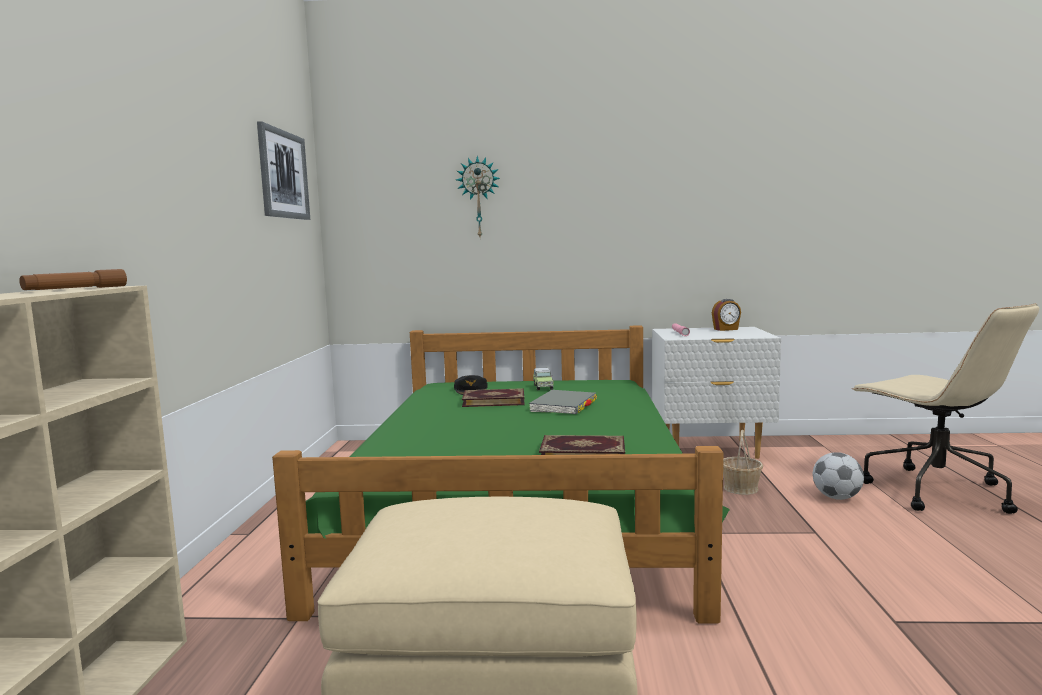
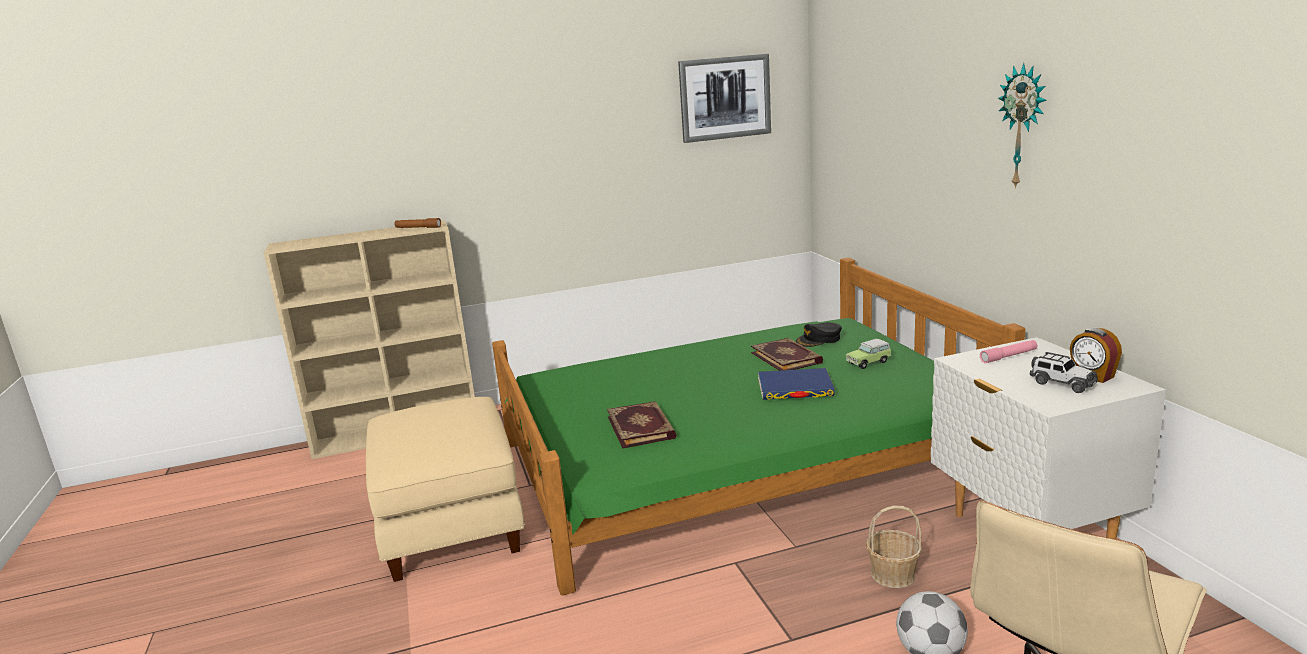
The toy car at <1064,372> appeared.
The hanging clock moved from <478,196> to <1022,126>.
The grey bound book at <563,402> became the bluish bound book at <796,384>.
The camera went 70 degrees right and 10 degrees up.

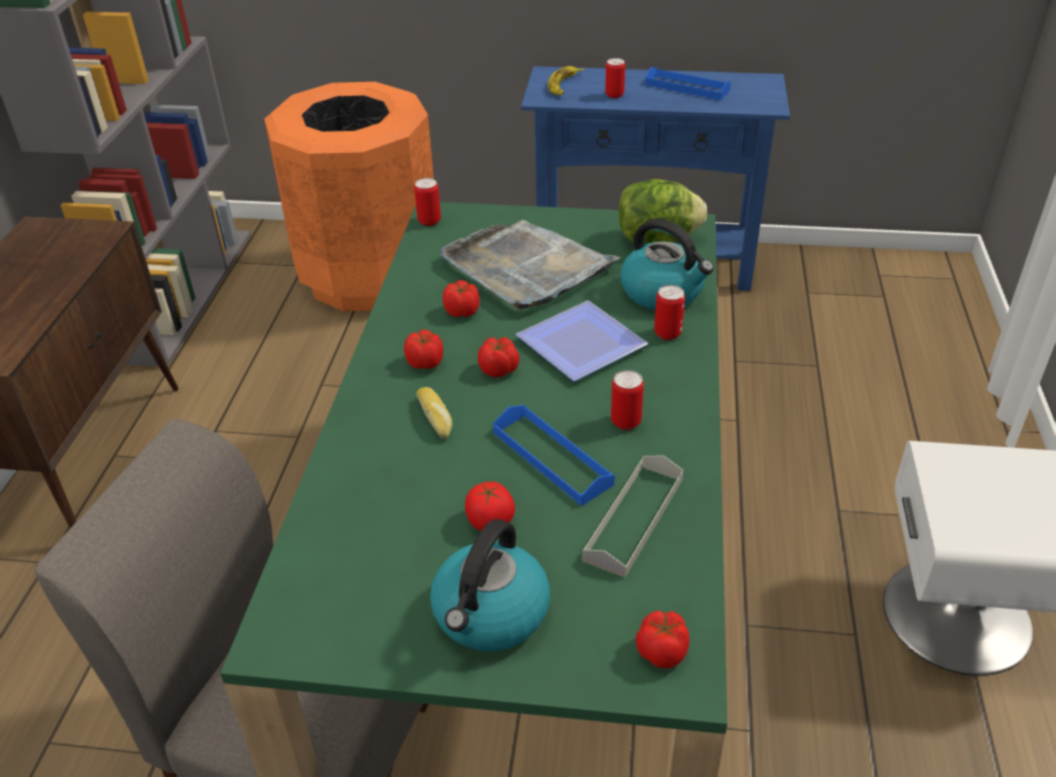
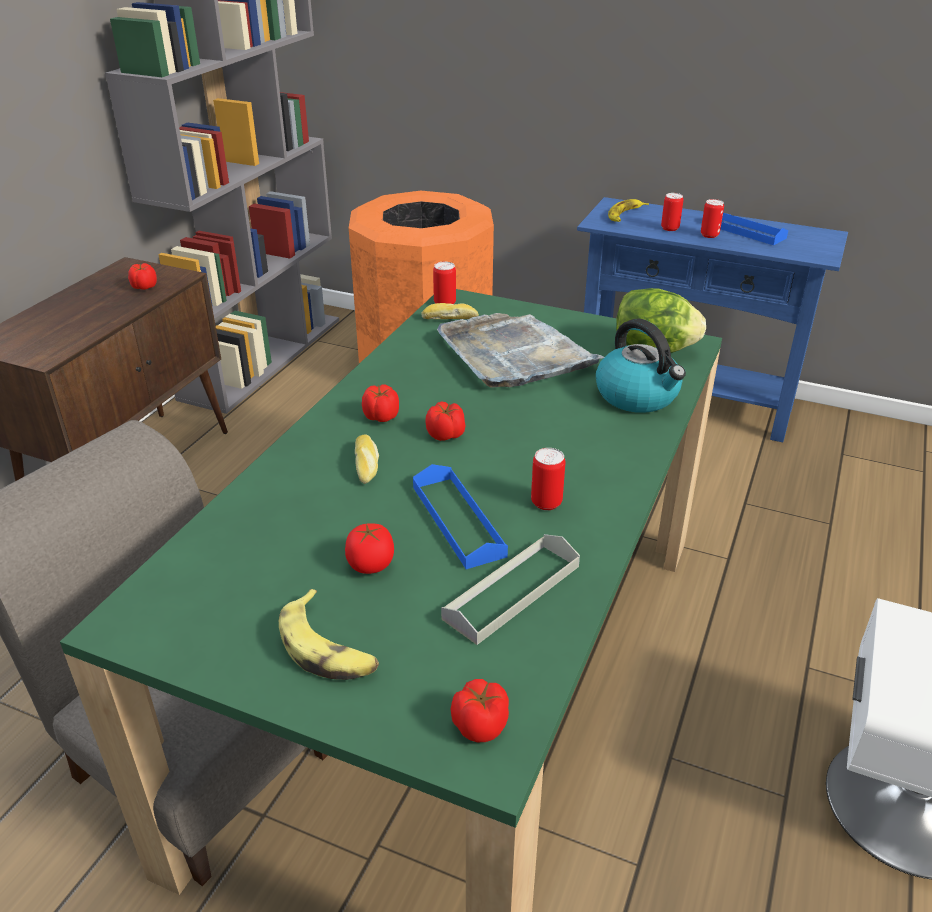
The dinner plate at <582,341> disappeared.
The bread at <450,311> appeared.
The whole tomato moved from <461,298> to <142,276>.
The metal can moved from <669,312> to <712,218>.
The tea kettle at <490,585> was replaced by the banana fruit at <329,634>.
The camera went 15 degrees right and 5 degrees down.

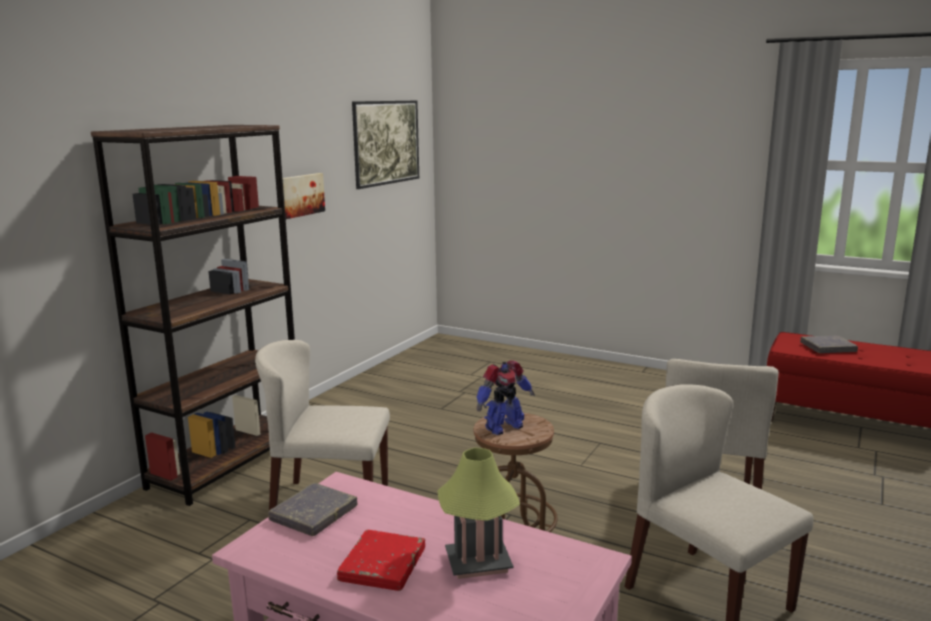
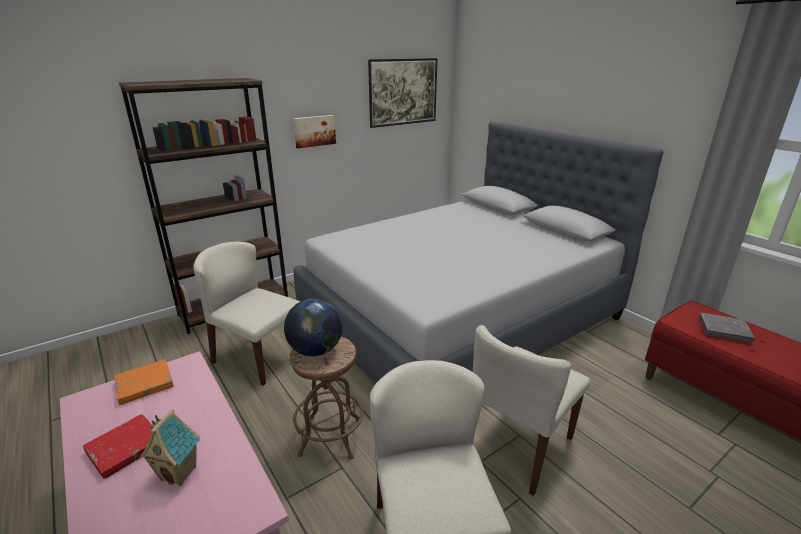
The grey bed at <479,252> appeared.
The table lamp at <479,513> was replaced by the toy house at <170,447>.
The toy robot at <505,397> was replaced by the desk globe at <313,327>.
The grey bound book at <312,509> became the orange bound book at <144,382>.
The camera went 25 degrees right and 10 degrees up.

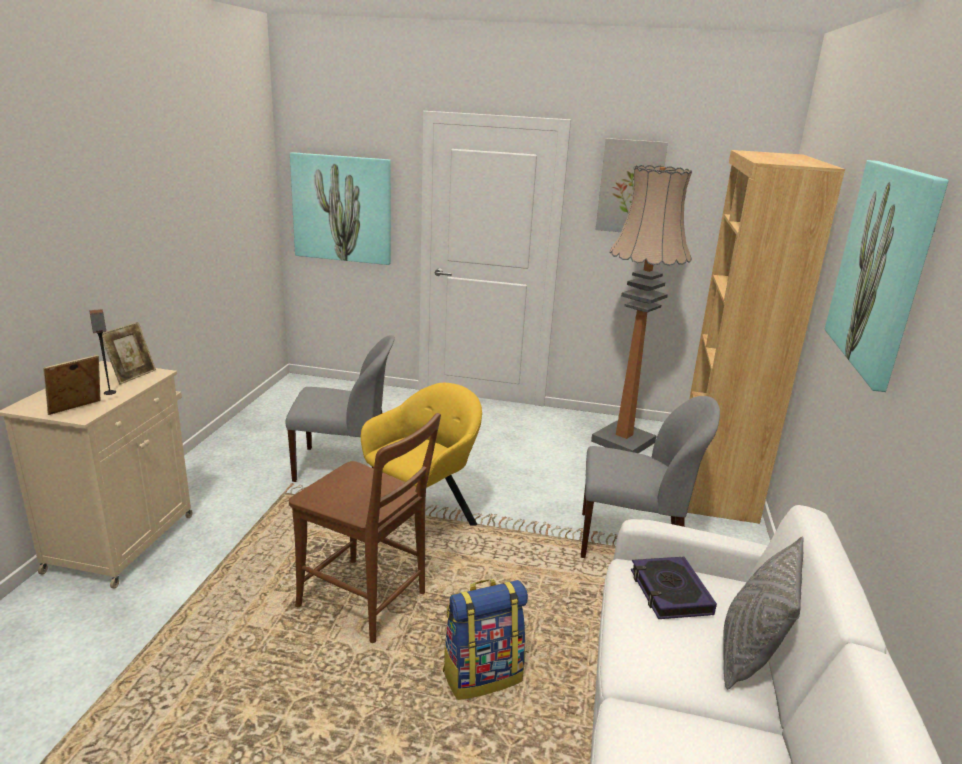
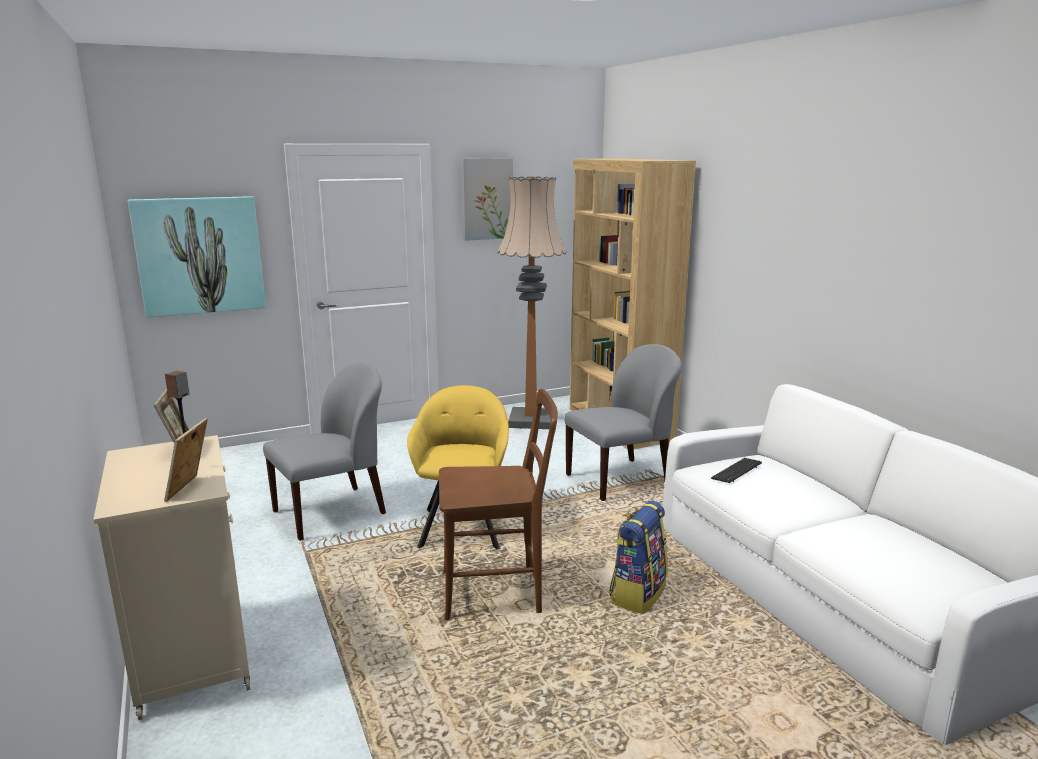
The grey pillow at <763,613> disappeared.
The wall picture at <887,276> disappeared.
The bound book at <674,588> was replaced by the keyboard at <736,470>.
The camera went 35 degrees left and 5 degrees down.

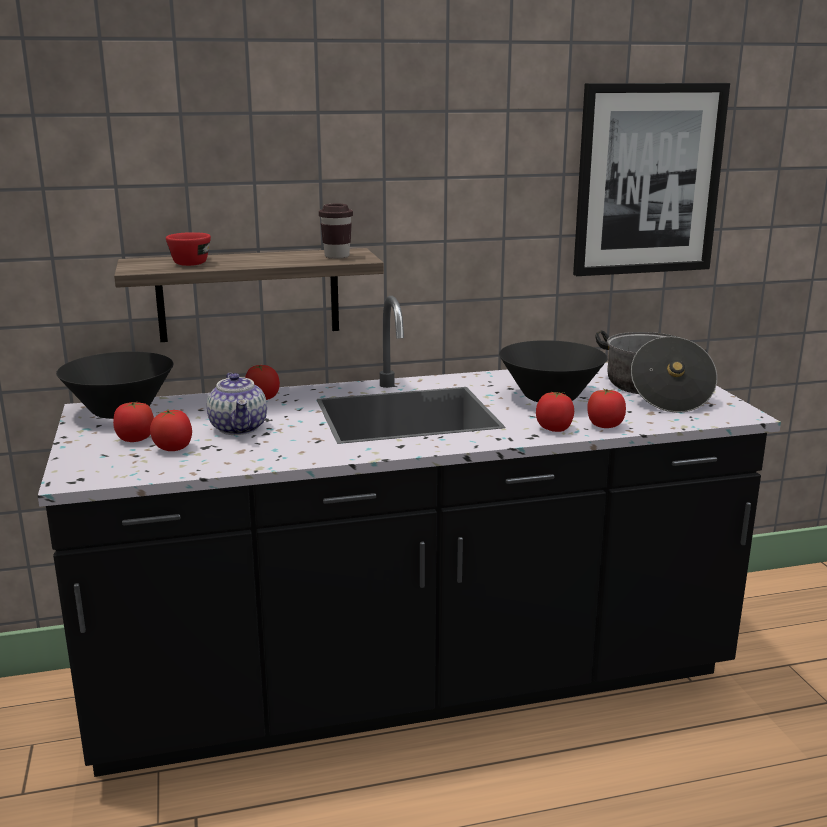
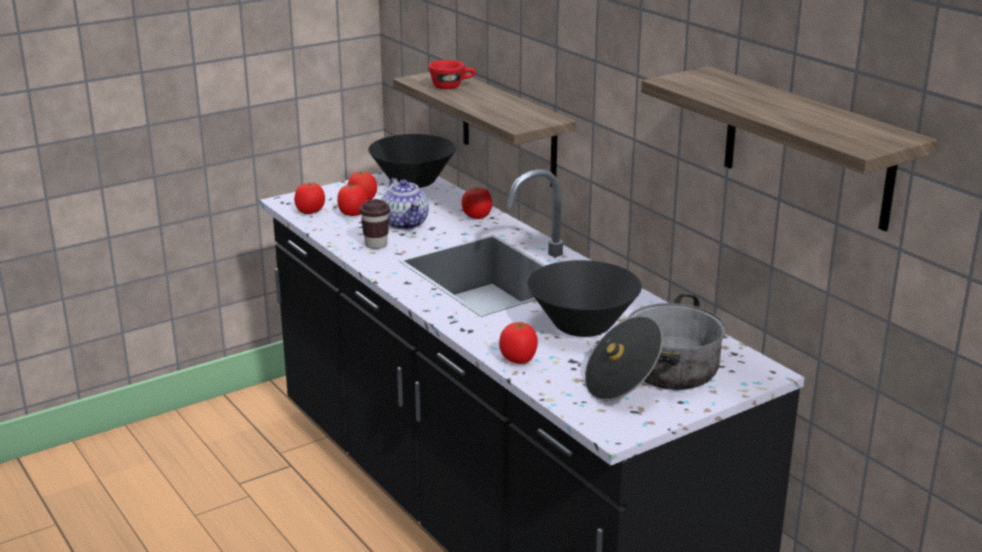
The brown-coloured drinking cup moved from <336,231> to <374,224>.
The whole tomato moved from <555,412> to <309,198>.
The wall picture at <651,179> was replaced by the shelf at <789,149>.
The pot for tea at <237,404> turned 75 degrees counterclockwise.
The camera went 70 degrees right and 5 degrees up.

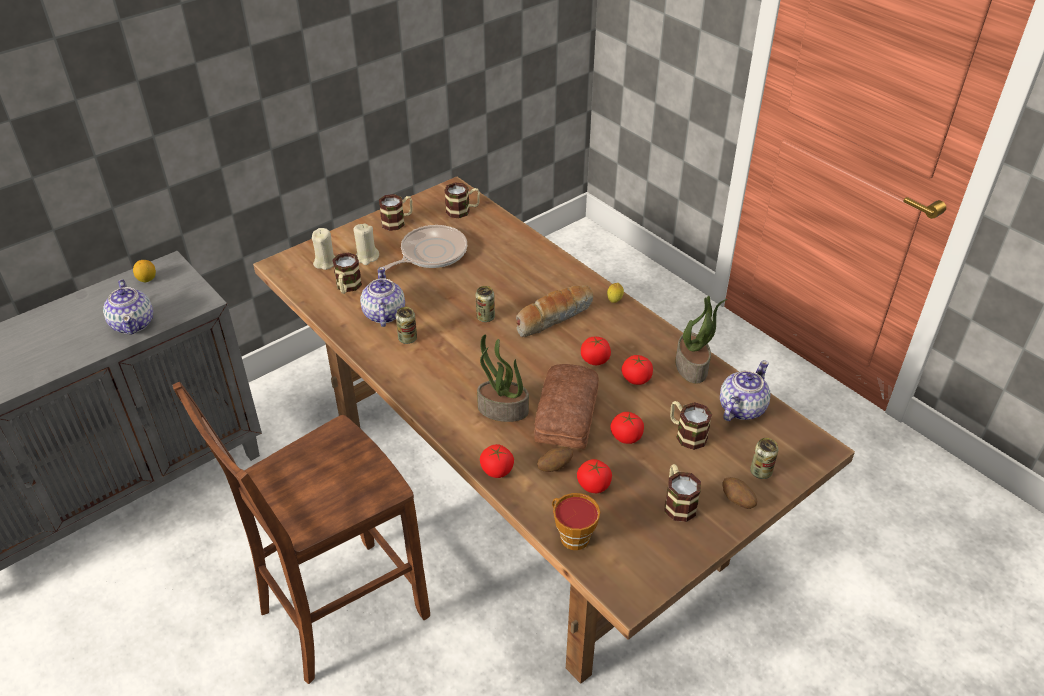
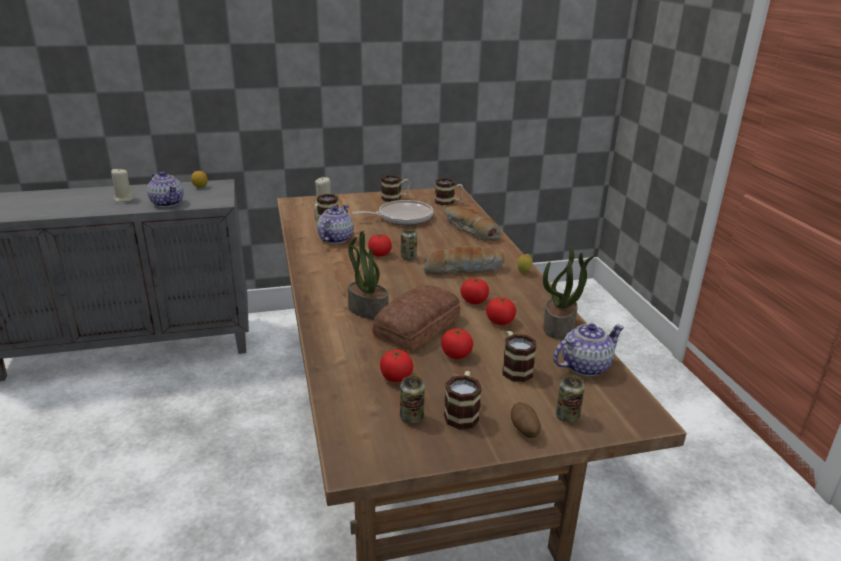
The brown-coloured chair at <301,533> disappeared.
The potato at <555,459> disappeared.
The drinking cup at <576,521> disappeared.
The bread at <473,223> appeared.
The sand-coloured candle moved from <366,244> to <123,185>.
The metal can moved from <406,325> to <412,399>.
The whole tomato moved from <497,461> to <380,245>.
The pot for tea at <128,307> turned 45 degrees counterclockwise.
The camera went 25 degrees right and 15 degrees down.

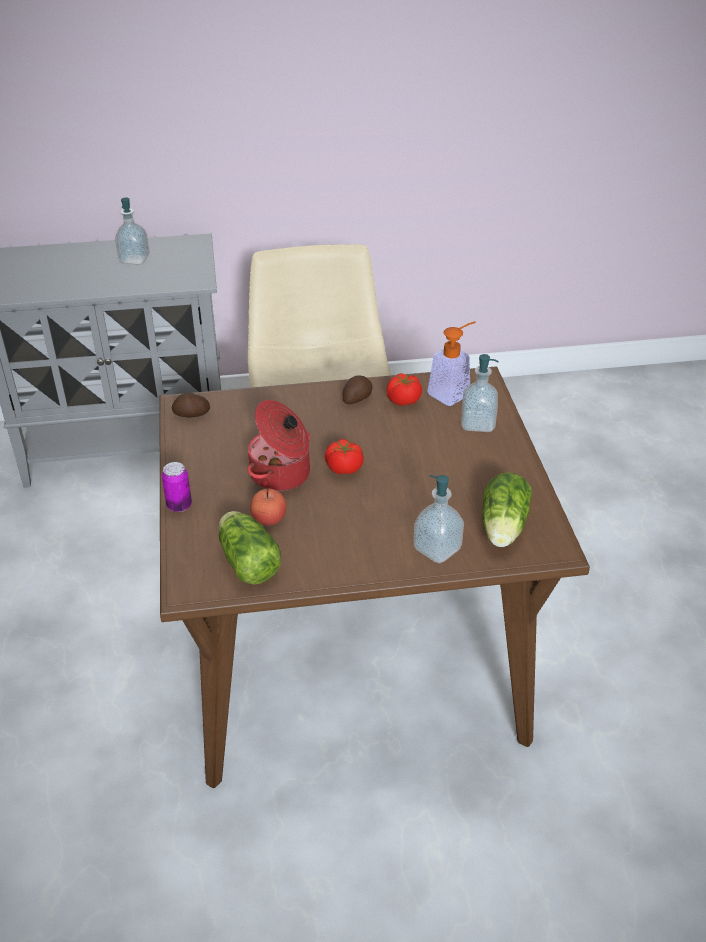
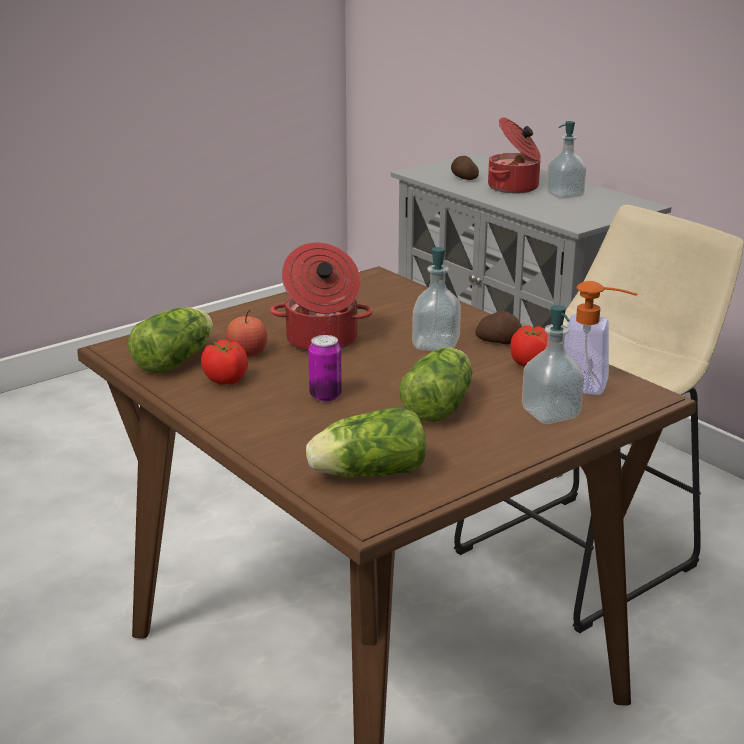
The lettuce at <436,384> appeared.
The saucepot at <514,155> appeared.
The metal can moved from <177,487> to <325,368>.
The potato moved from <191,405> to <465,168>.
The whole tomato moved from <344,456> to <224,362>.
The liquid soap bottle moved from <438,519> to <436,299>.
The camera went 60 degrees right and 15 degrees down.

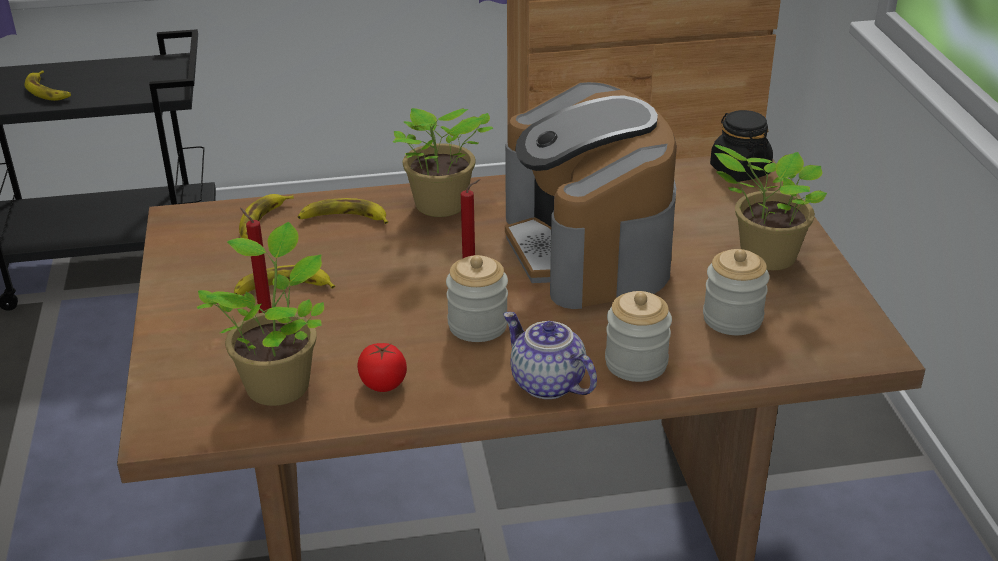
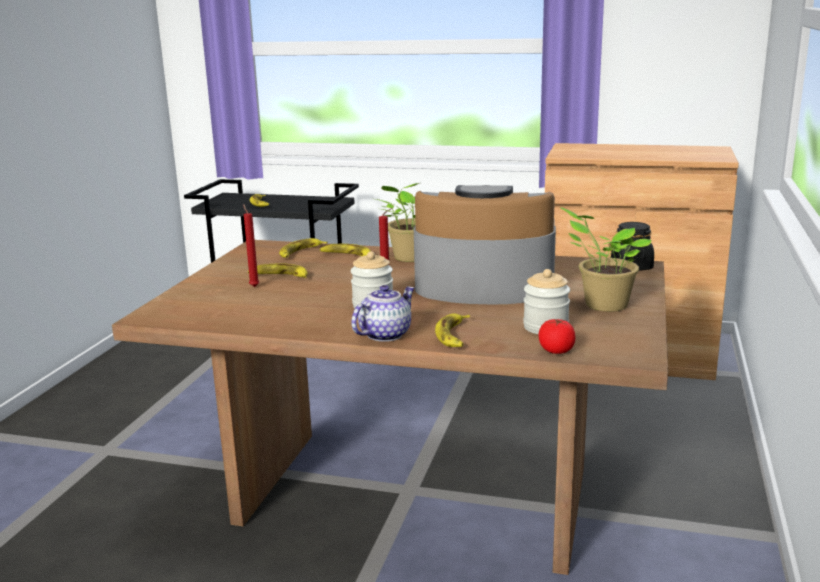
The plant in a pot at <260,314> disappeared.
The whole tomato moved from <382,367> to <557,336>.
The preserve jar at <638,336> was replaced by the banana fruit at <452,330>.
The pot for tea at <550,355> turned 60 degrees clockwise.
The coffee maker at <591,195> turned 90 degrees clockwise.
The camera went 25 degrees right and 15 degrees down.

